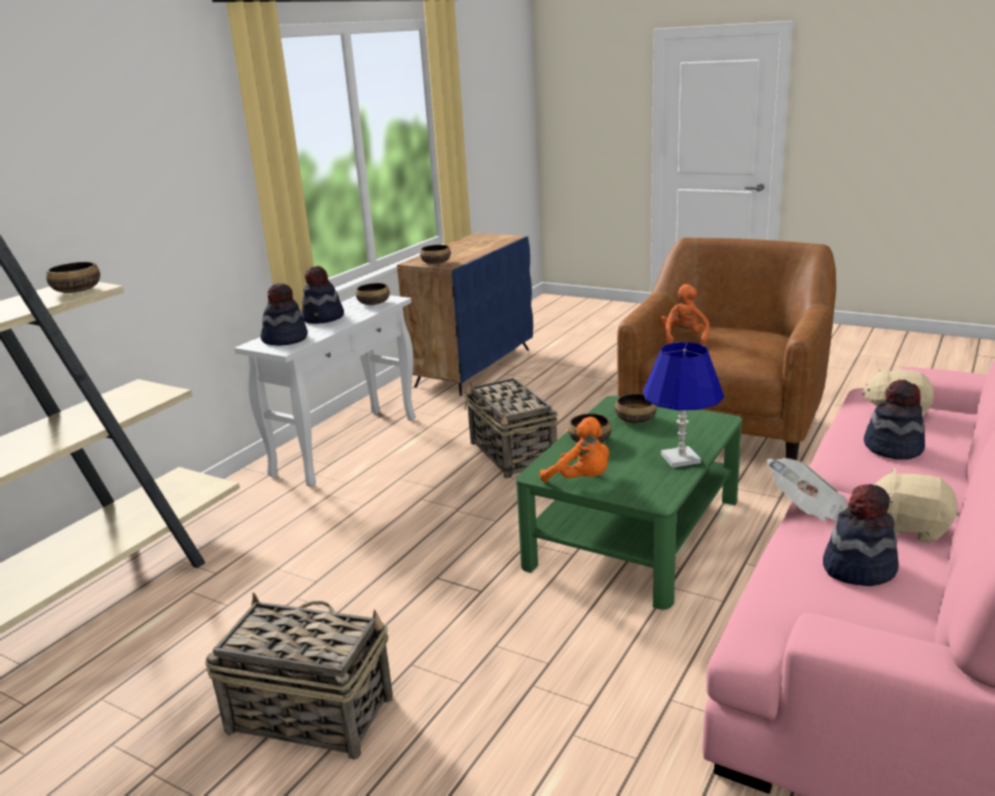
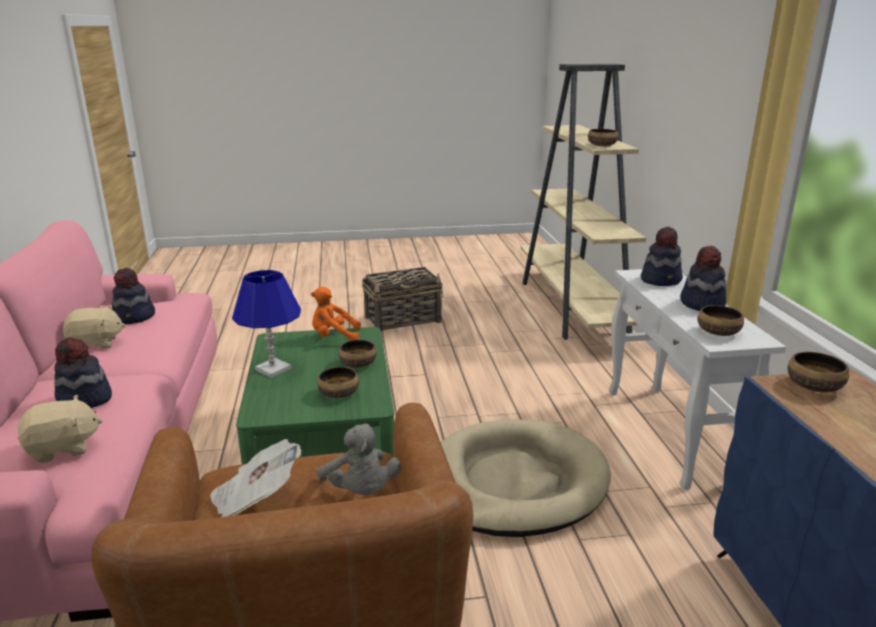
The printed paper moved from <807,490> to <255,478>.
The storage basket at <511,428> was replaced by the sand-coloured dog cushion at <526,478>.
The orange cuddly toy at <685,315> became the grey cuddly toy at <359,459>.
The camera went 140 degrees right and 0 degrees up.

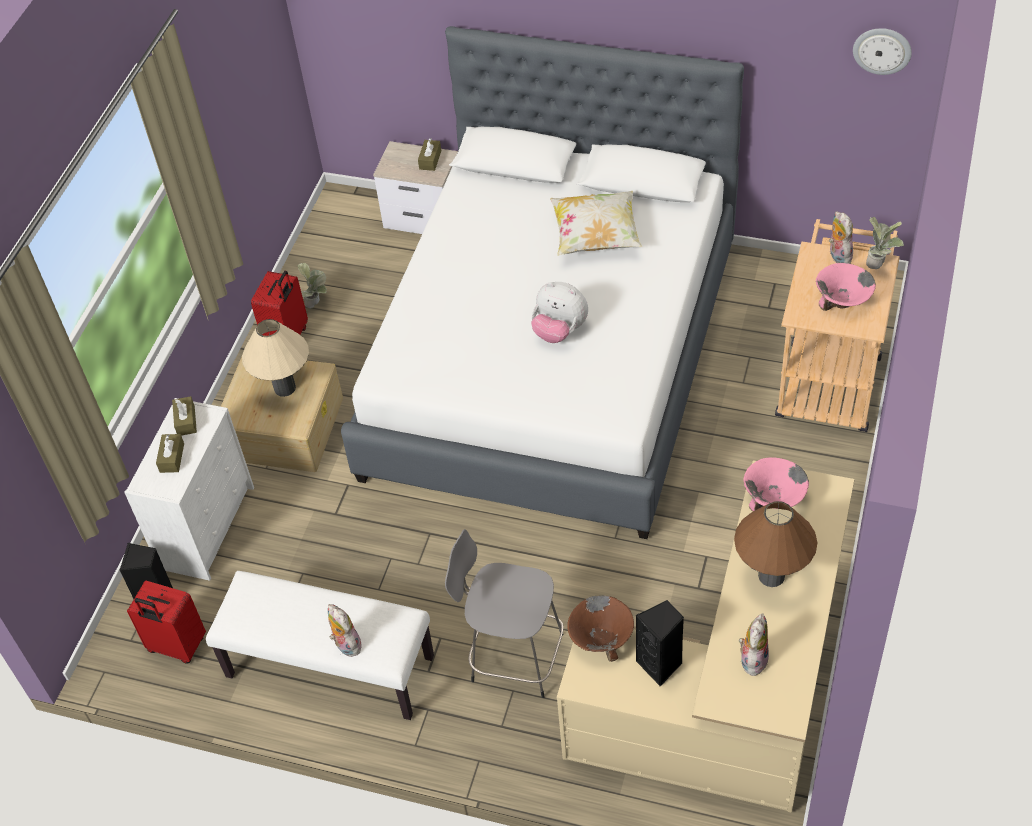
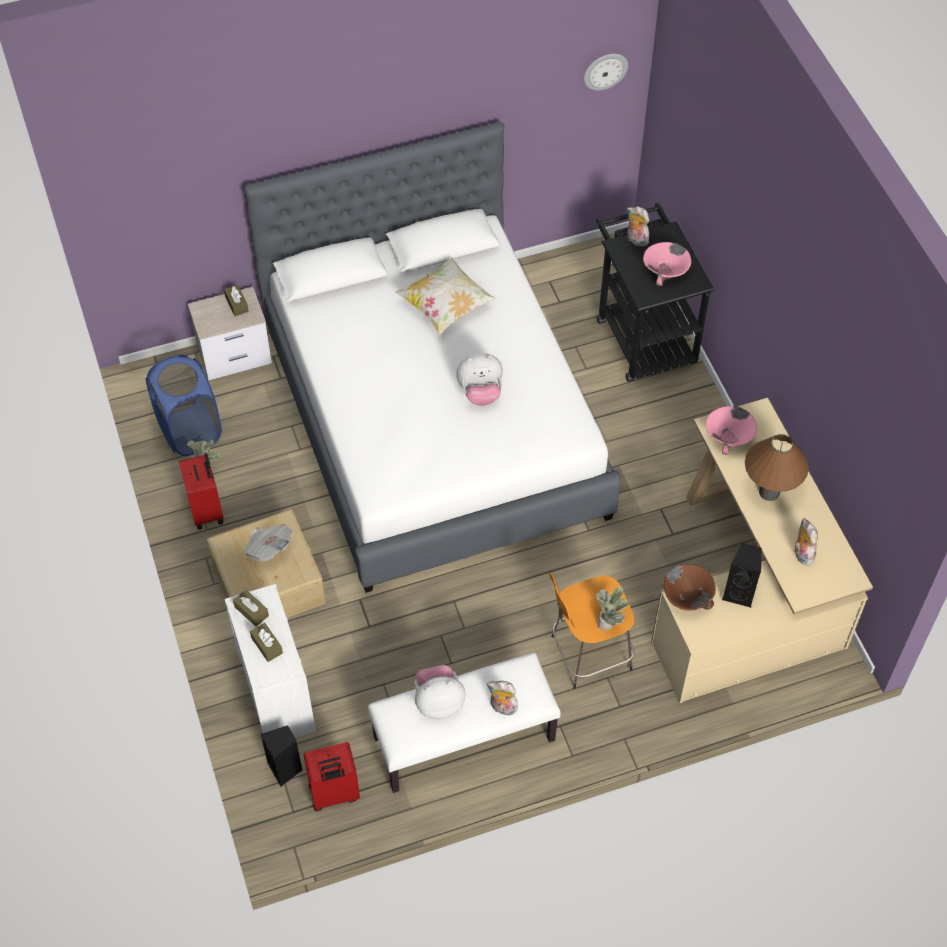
The bluish hamper at <184,405> appeared.
The cuddly toy at <440,692> appeared.
The plant in a pot moved from <885,243> to <612,608>.
The sand-coloured table lamp at <275,358> was replaced by the printed paper at <268,543>.
The grey stool seat at <504,613> became the orange stool seat at <592,631>.
The sand-coloured wheeled cart at <837,325> became the black-coloured wheeled cart at <655,292>.
The camera went 40 degrees left and 5 degrees up.

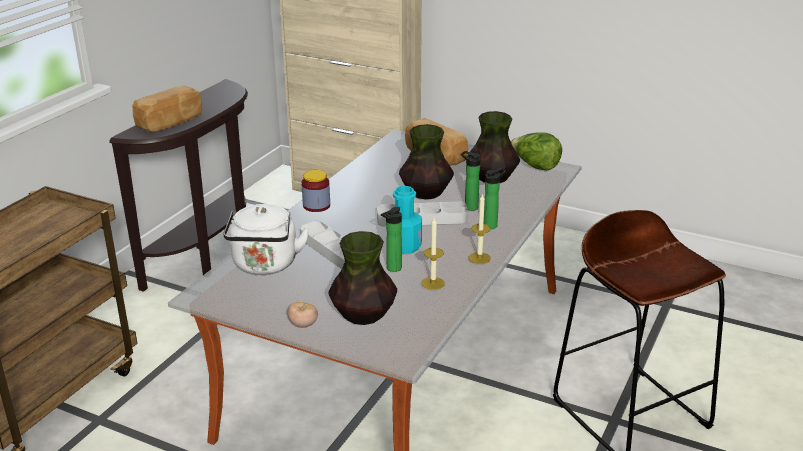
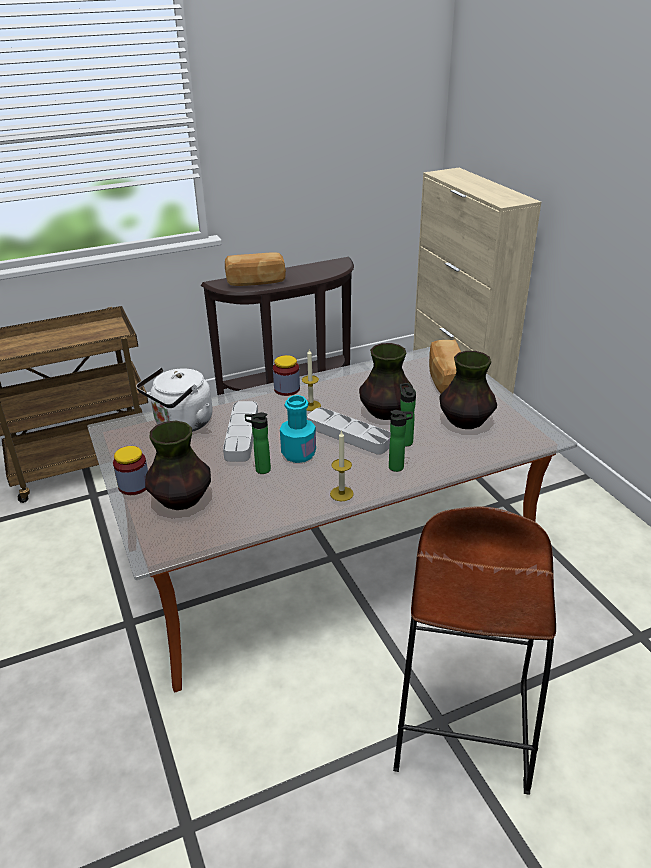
The lettuce at <536,151> disappeared.
The candle moved from <433,254> to <311,380>.
The whole tomato at <302,314> was replaced by the preserve jar at <130,470>.
The camera went 40 degrees right and 5 degrees up.

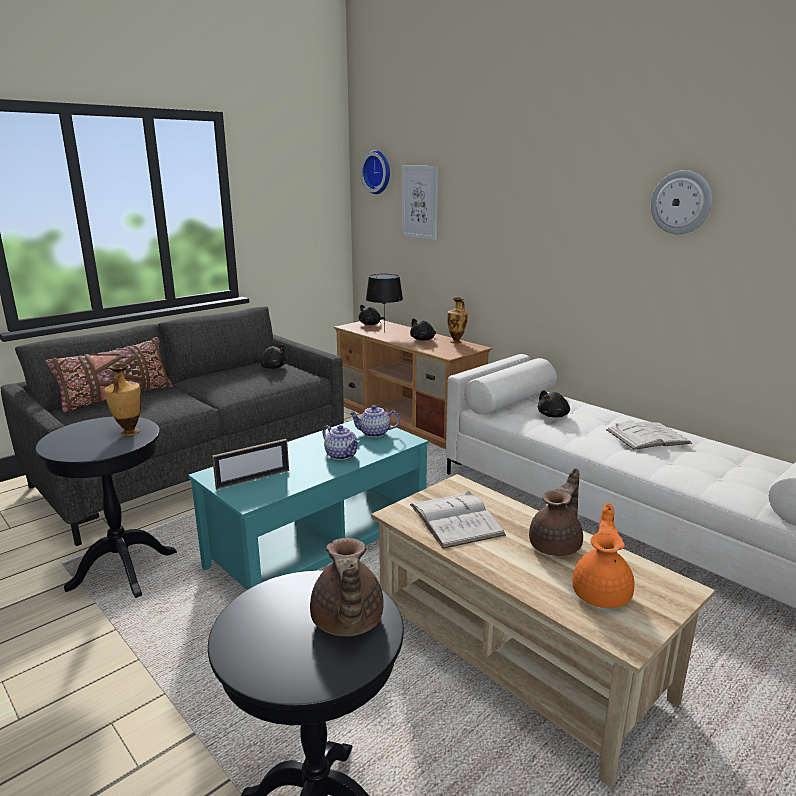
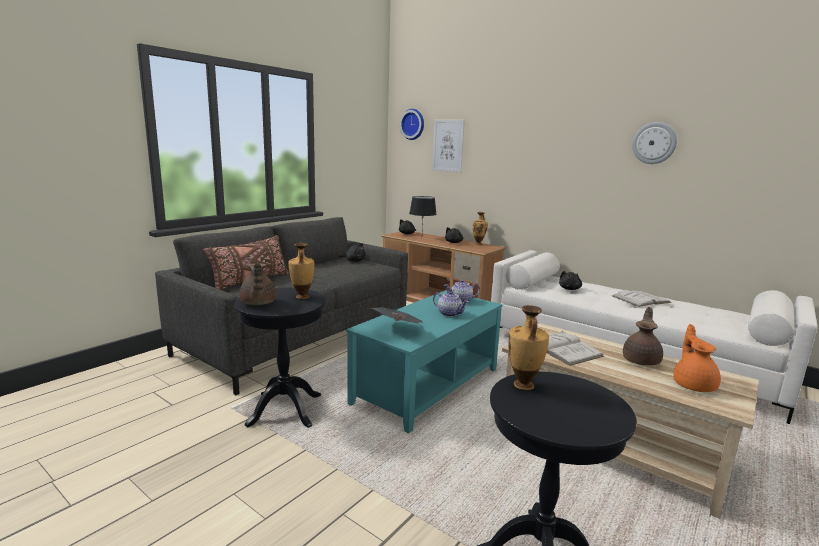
The flower vase at <528,347> appeared.
The brown-coloured pot for tea moved from <347,587> to <257,284>.
The picture frame at <250,464> was replaced by the printed paper at <397,315>.
The camera went 10 degrees left and 5 degrees down.

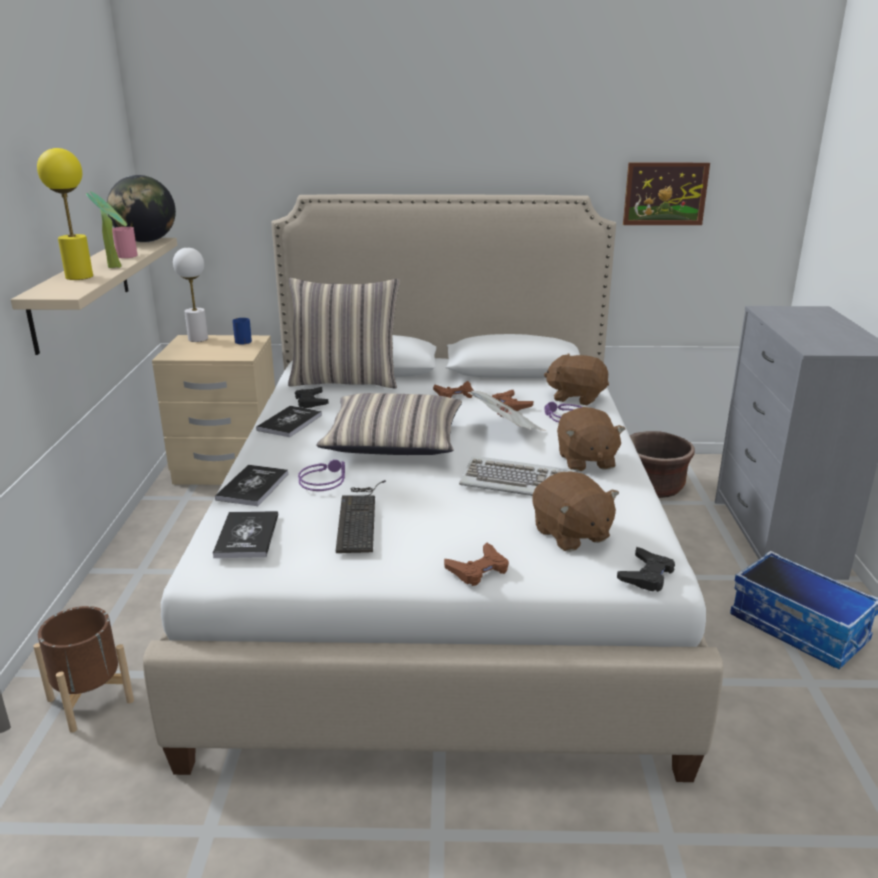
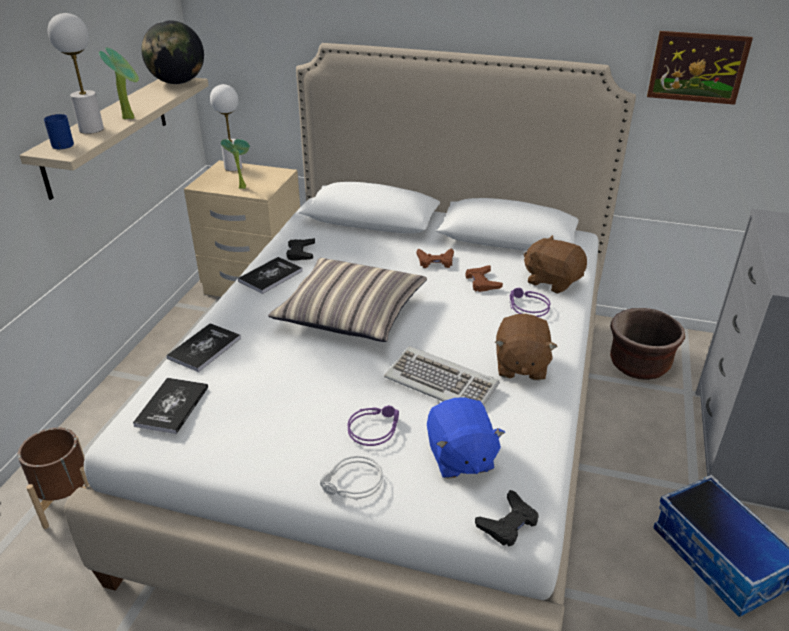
The pink coffee mug at <124,242> disappeared.
The pillow at <344,333> disappeared.
The keyboard at <361,516> disappeared.
The printed paper at <506,411> disappeared.
The plant in a pot at <235,164> appeared.
The bluish coffee mug moved from <242,331> to <59,131>.
The purple pair of headphones moved from <321,475> to <373,425>.
The brown-coloured game controller at <476,564> was replaced by the grey pair of headphones at <351,478>.
The yellow-coloured table lamp at <65,214> became the white-coloured table lamp at <75,73>.
The brown-coloured cuddly toy at <576,511> became the bluish cuddly toy at <466,438>.
The camera went 15 degrees right and 10 degrees up.

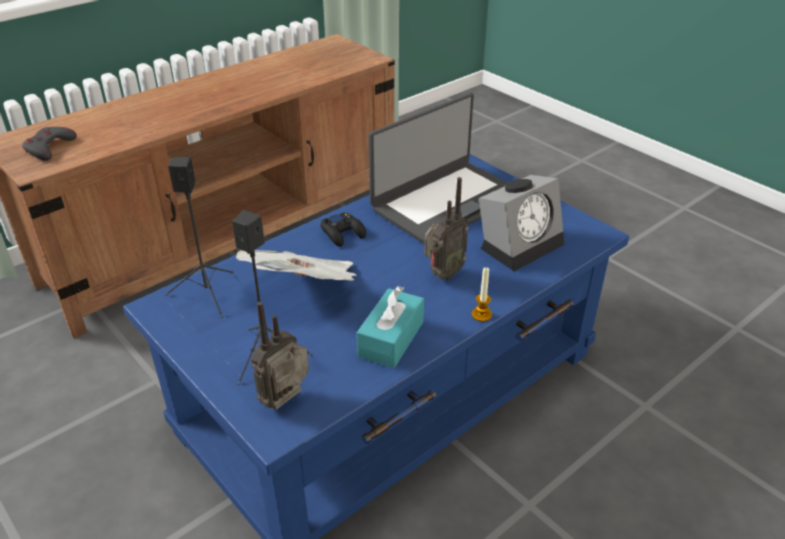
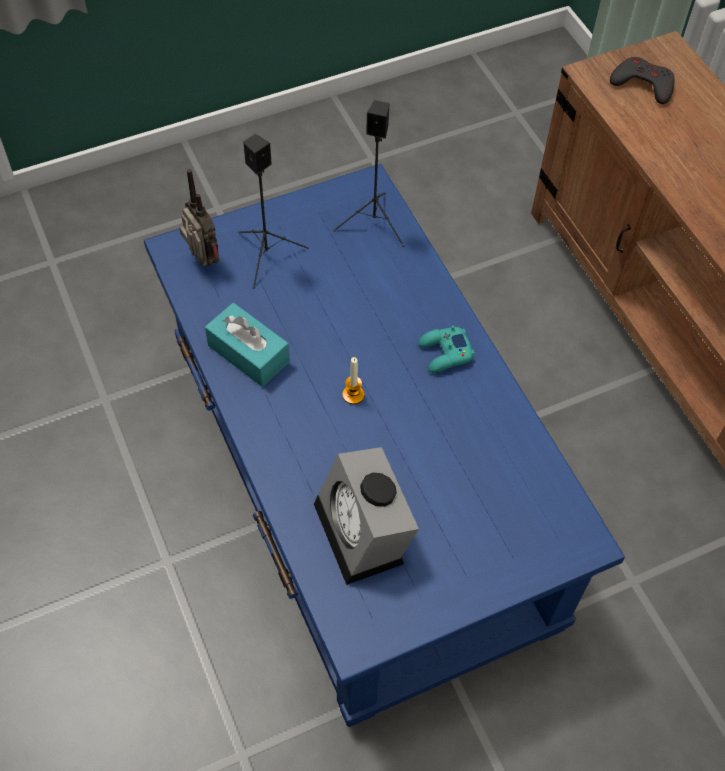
The printed paper at <296,265> disappeared.
The notebook computer at <437,168> disappeared.
The radio receiver at <446,228> disappeared.
The candle moved from <482,294> to <353,380>.
The black-coloured game controller at <343,229> became the turquoise-coloured game controller at <446,349>.
The camera went 105 degrees right and 20 degrees up.

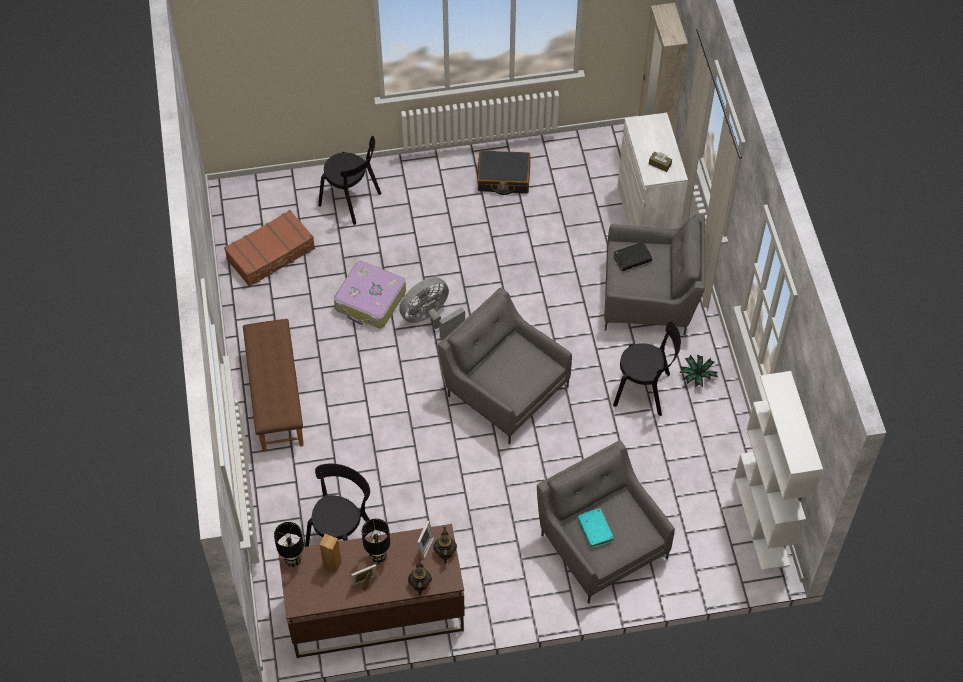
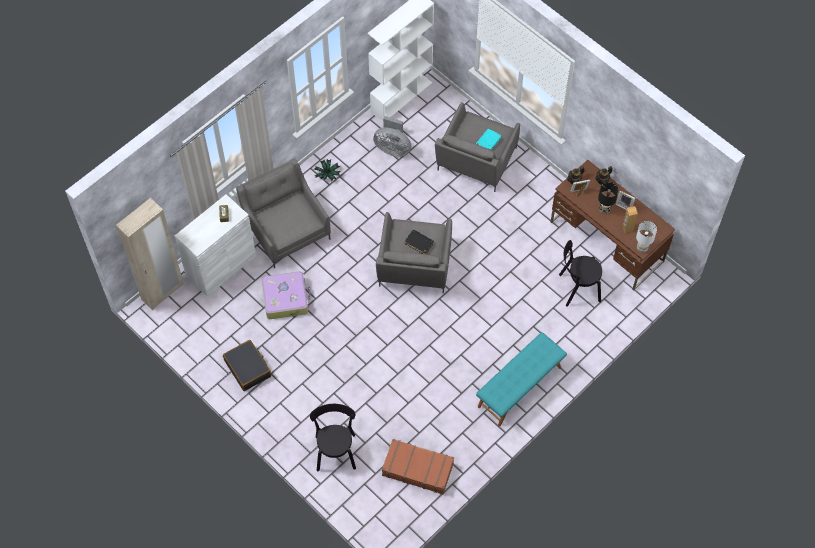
The black-coloured chair at <647,368> disappeared.
The suitcase moved from <370,294> to <286,295>.
The grey fan moved from <432,308> to <392,136>.
The black-coloured bound book moved from <632,256> to <419,241>.
The brown-coloured long seat at <273,385> became the turquoise-coloured long seat at <521,379>.
The black-coloured table lamp at <289,544> became the white-coloured table lamp at <646,237>.
The camera went 125 degrees left and 5 degrees up.

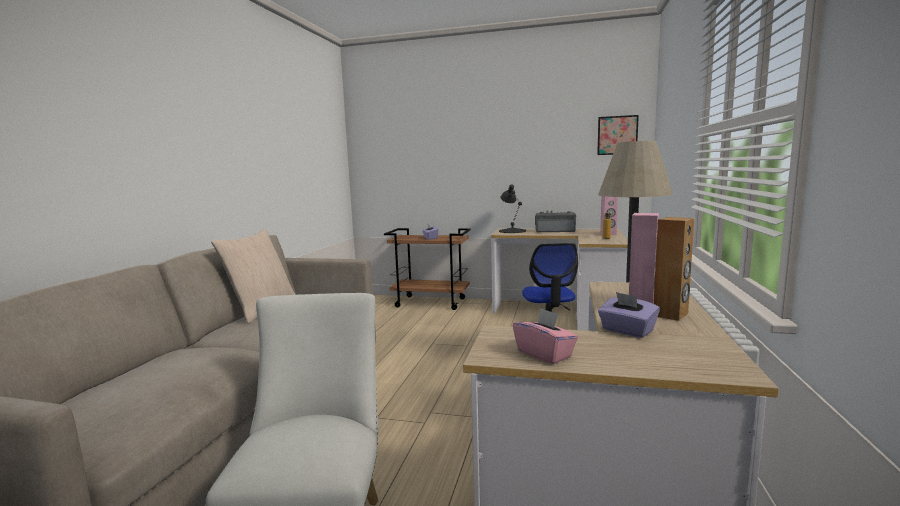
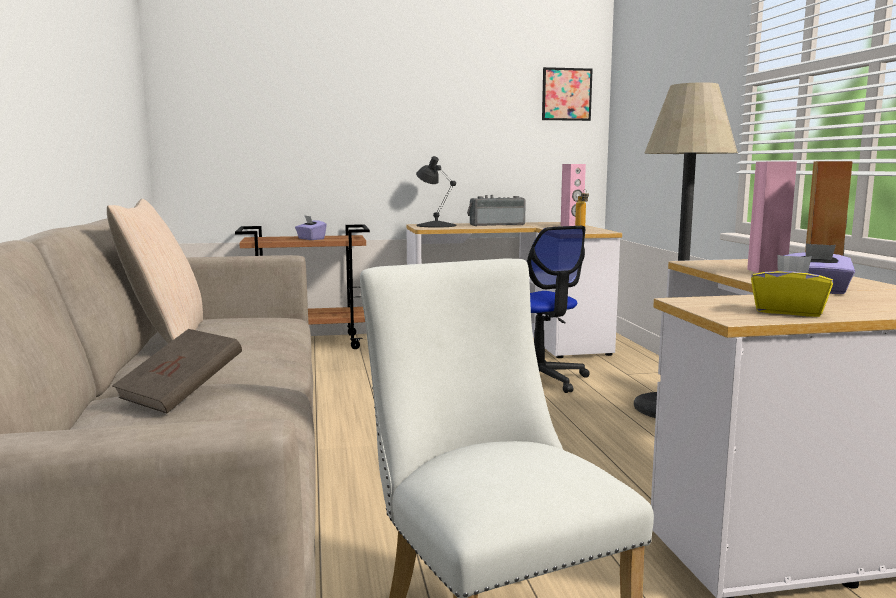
The brown-coloured bound book at <177,371> appeared.
The pink tissue box at <545,336> became the yellow-coloured tissue box at <792,286>.
The camera went 25 degrees left and 0 degrees up.

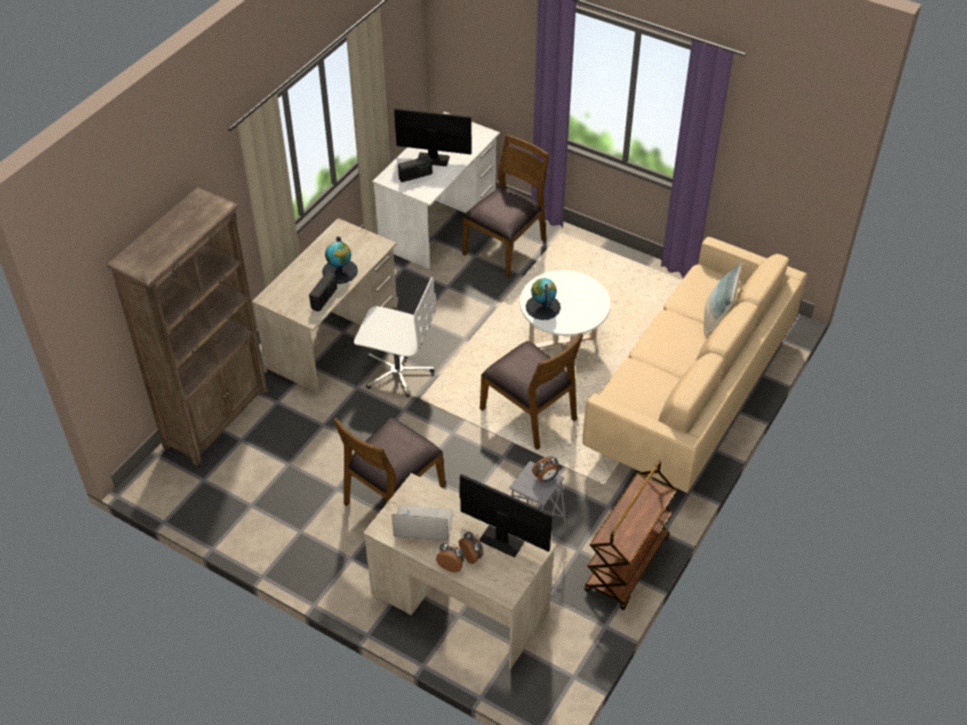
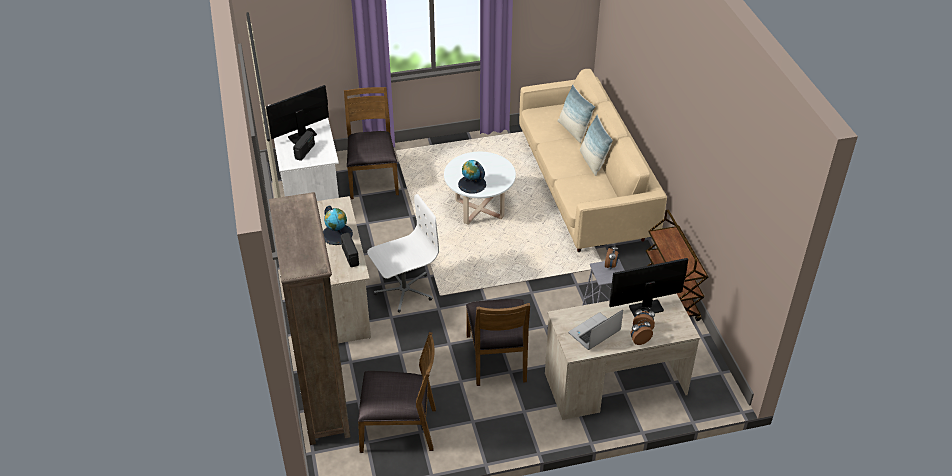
The pillow at <596,145> appeared.
The brown-coloured chair moved from <531,391> to <397,392>.
The camera went 45 degrees left and 5 degrees down.

